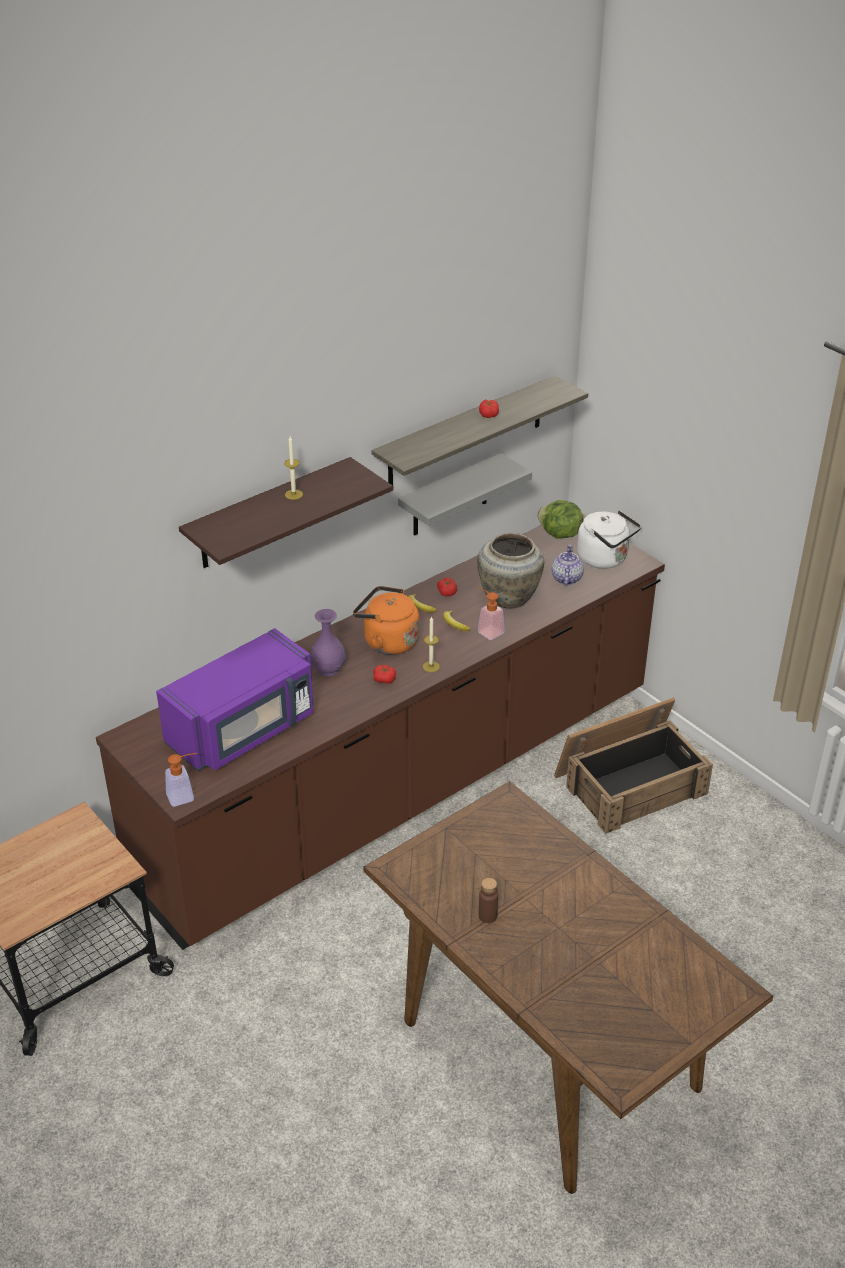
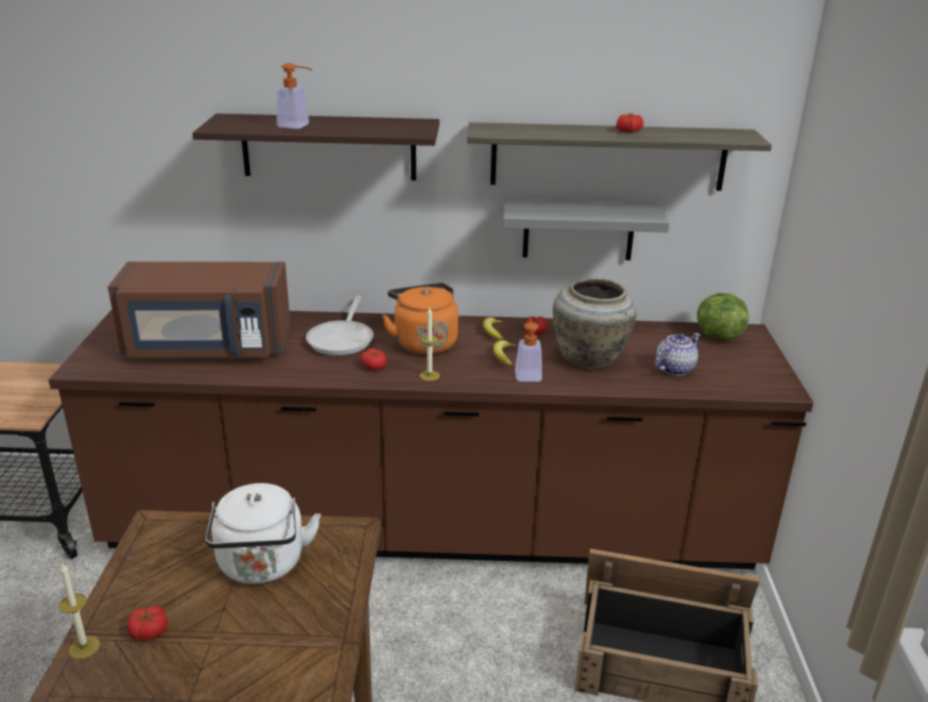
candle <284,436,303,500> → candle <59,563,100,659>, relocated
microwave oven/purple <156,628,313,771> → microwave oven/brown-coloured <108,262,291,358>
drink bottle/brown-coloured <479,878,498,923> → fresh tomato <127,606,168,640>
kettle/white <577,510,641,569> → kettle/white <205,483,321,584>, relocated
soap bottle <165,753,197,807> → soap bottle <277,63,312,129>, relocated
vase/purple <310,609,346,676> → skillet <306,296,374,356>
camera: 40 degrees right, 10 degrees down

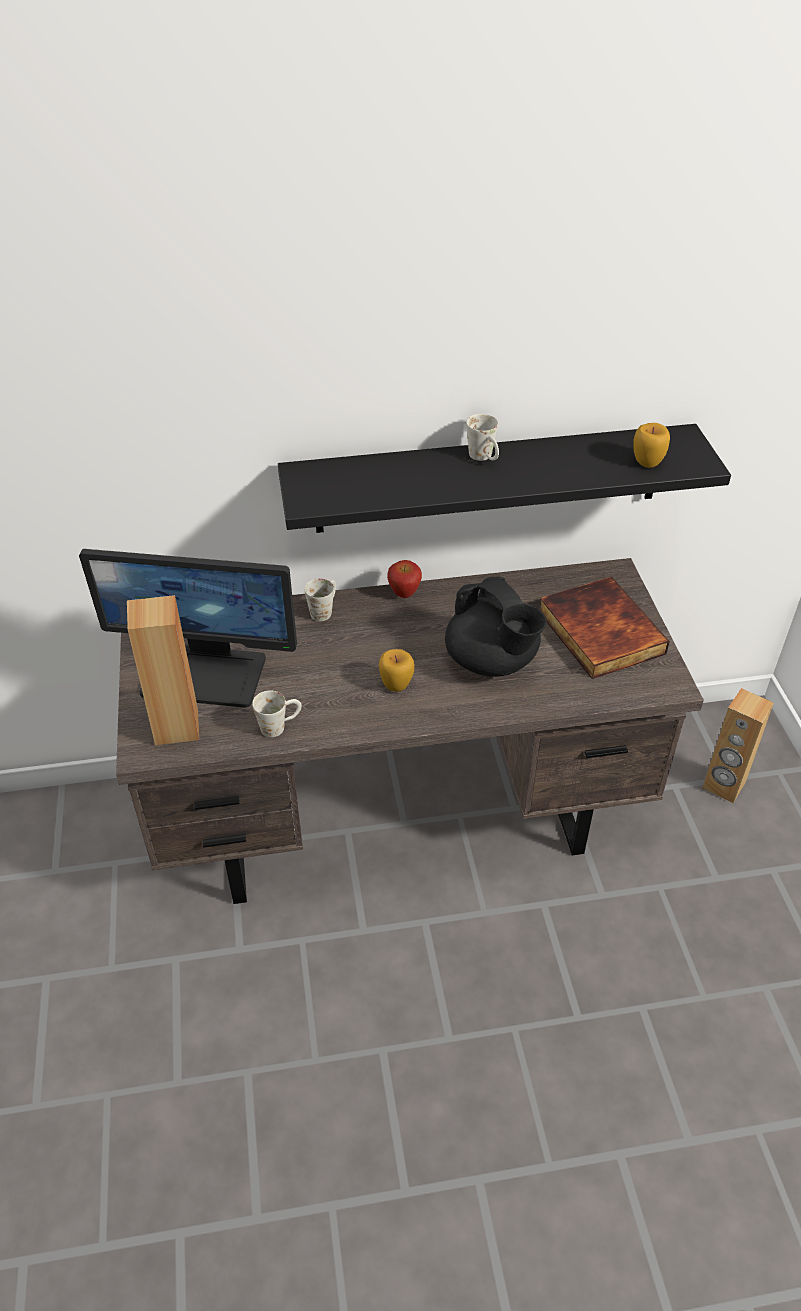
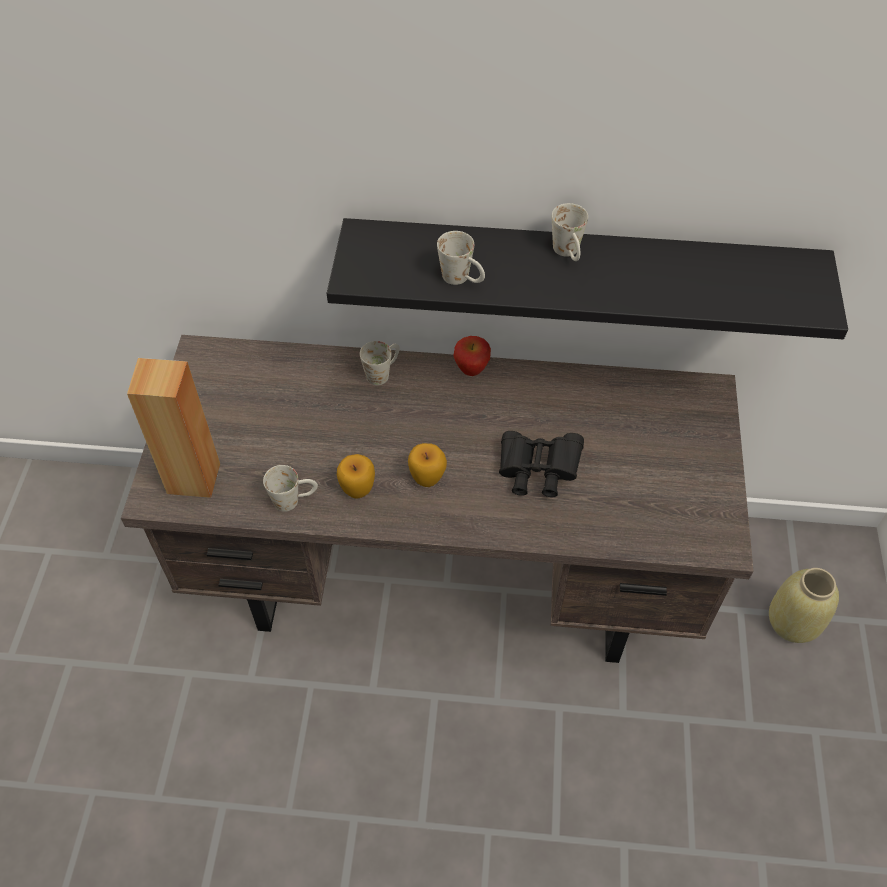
apple <633,423,670,468> → apple <337,454,375,498>, relocated
- → coffee mug/white <437,231,485,285>
tea pot/black <445,577,546,677> → binoculars/black <499,431,584,497>
speaker/brown-coloured <702,688,774,803> → vase/beige <769,568,839,643>
computer display <79,549,297,708> → -
bound book <540,577,670,679> → -
camera: 15 degrees right, 10 degrees up

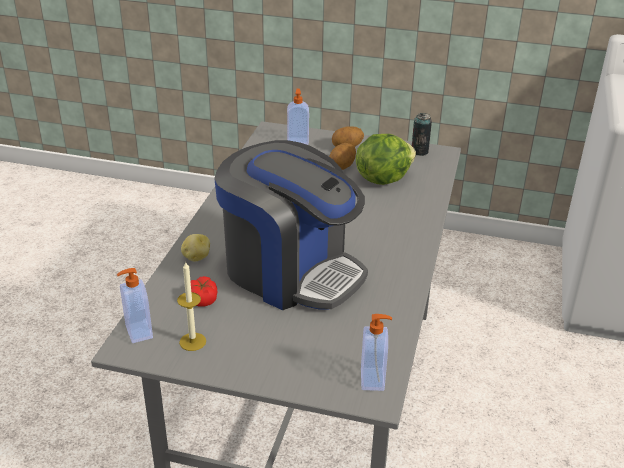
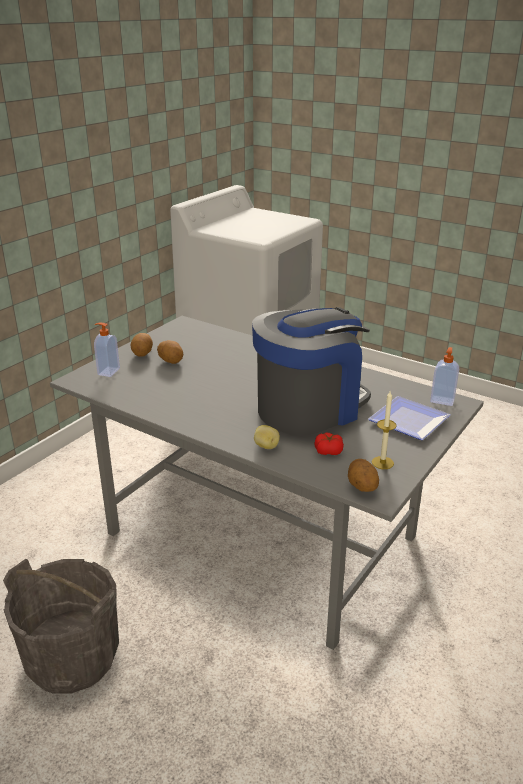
- → pail/greyish <3,559,119,693>
soap bottle <117,268,153,343> → spud <348,459,379,492>
- → dinner plate <368,396,451,440>
lettuce <356,134,416,185> → -
sealed can <412,113,432,156> → -
camera: 70 degrees left, 5 degrees down

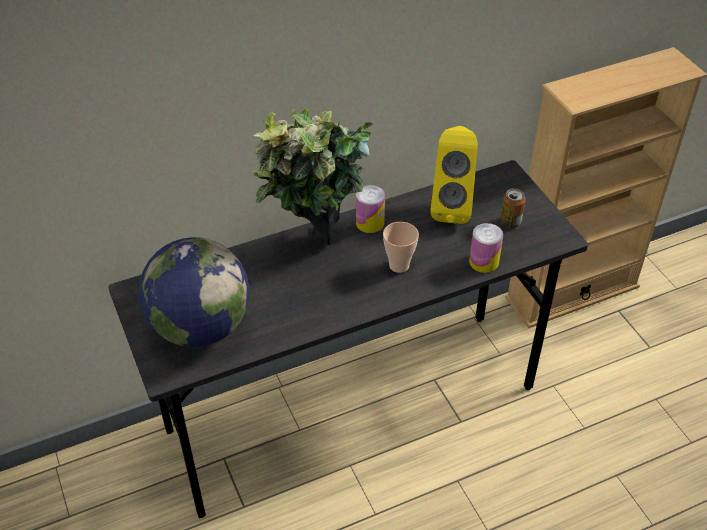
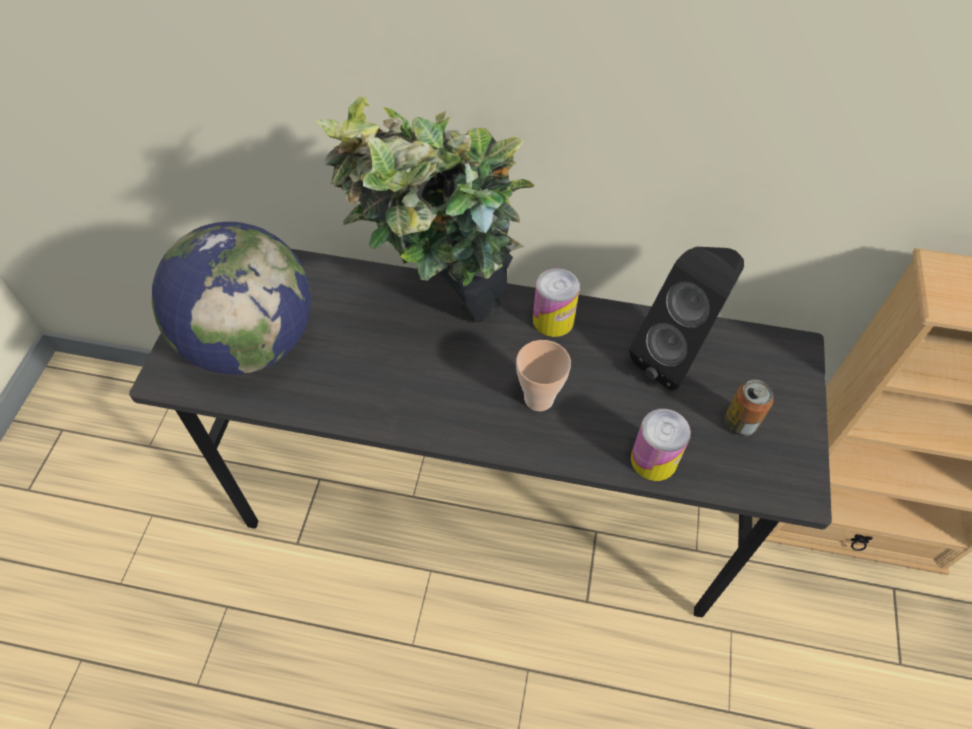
speaker/yellowish <431,126,478,224> → speaker/black <629,247,744,390>
camera: 35 degrees right, 10 degrees up

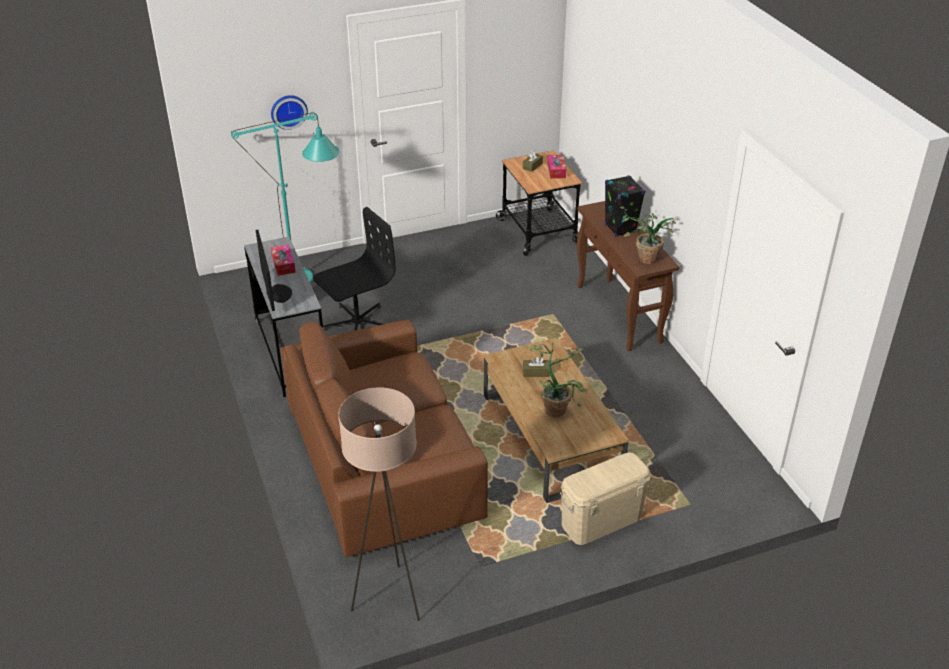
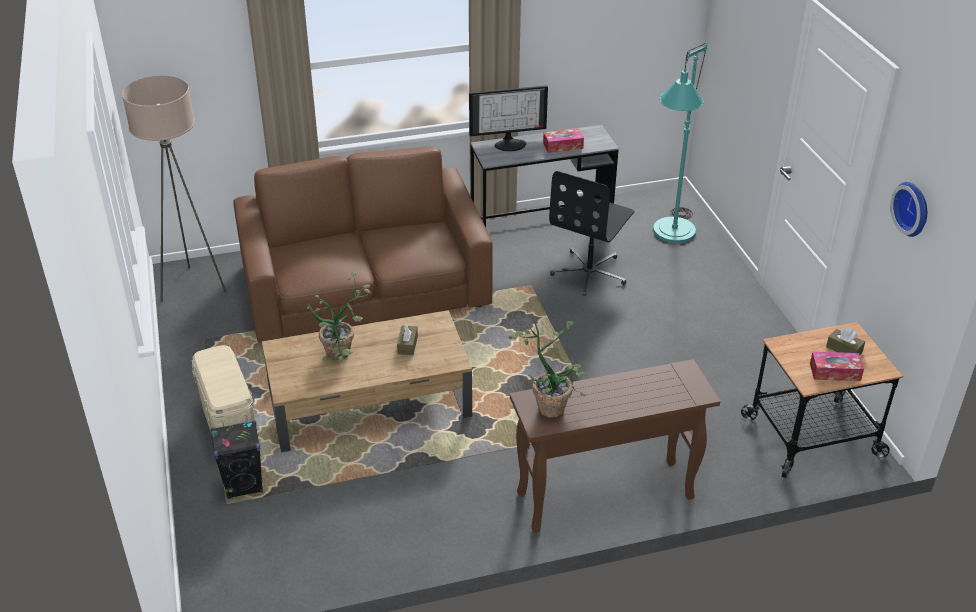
speaker/black <604,175,645,237> → speaker/black <211,420,263,499>, relocated
computer chair/black <314,207,396,331> → computer chair/black <549,171,634,296>, 60 degrees clockwise
wall clock <271,95,308,130> → wall clock <890,182,927,237>, relocated
camera: 95 degrees right, 0 degrees up

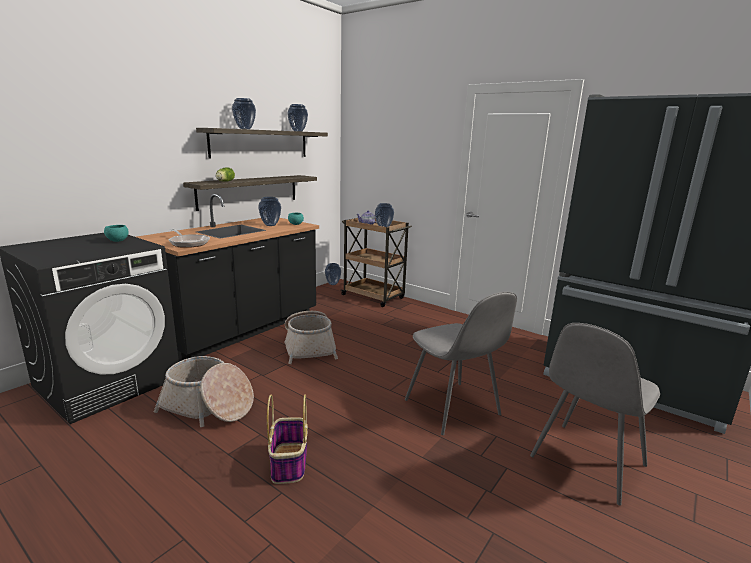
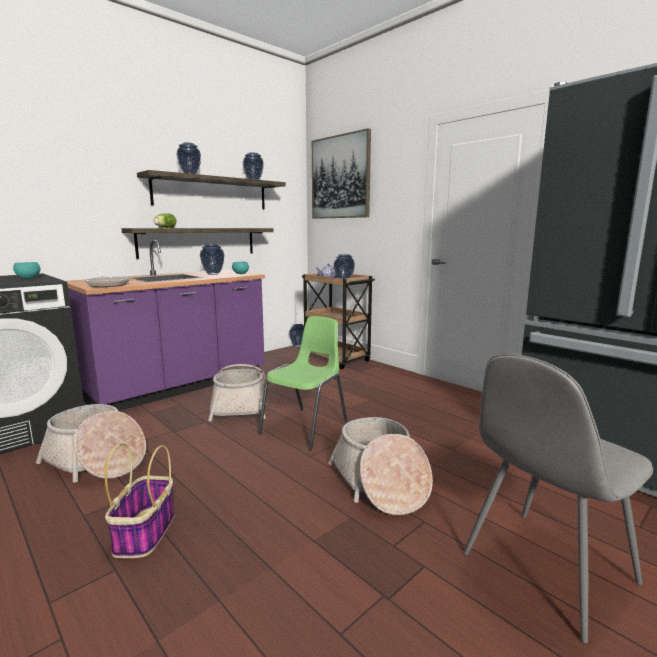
kitchen counter/black <137,194,319,362> → kitchen counter/purple <66,240,265,411>
- → upright chair/green <258,316,347,450>
- → picture <312,128,371,219>
upright chair/greyish <405,292,517,435> → household basket <328,417,433,515>
camera: 10 degrees right, 5 degrees down

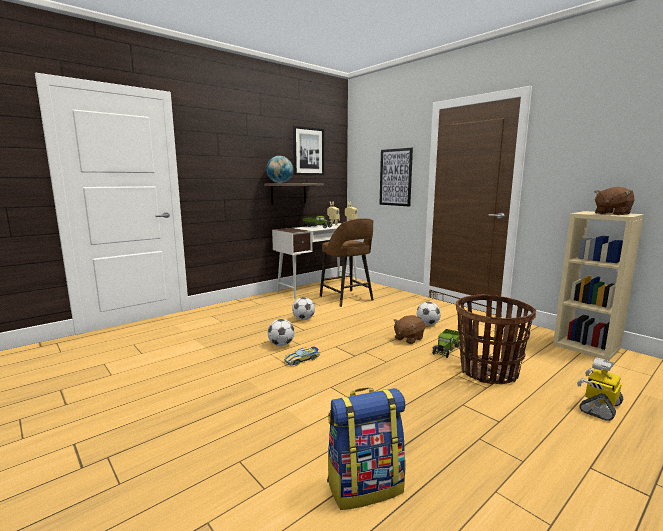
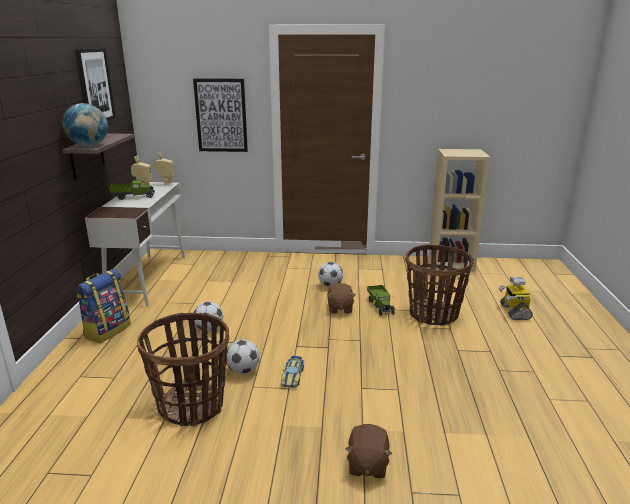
knapsack <327,387,406,510> → knapsack <77,269,131,343>, relocated
- → household basket <137,313,229,426>
cuddly toy/brown-coloured <595,187,635,215> → cuddly toy/brown-coloured <345,424,392,479>, relocated
stool/brown-coloured <320,218,374,307> → -
camera: 45 degrees left, 10 degrees up

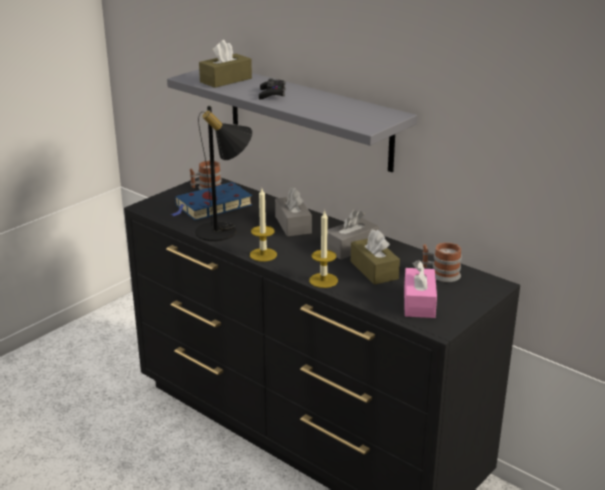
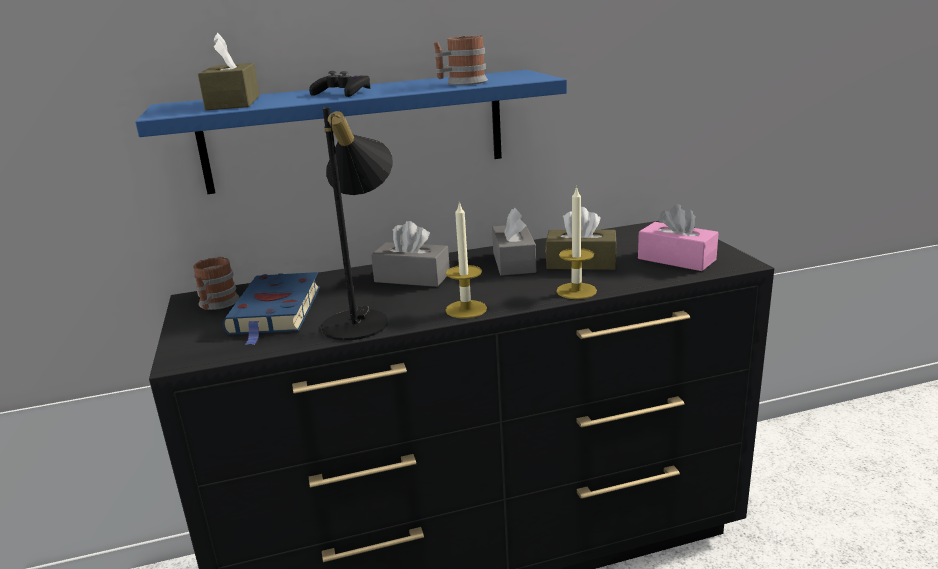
wall shelf/greyish <167,69,417,172> → wall shelf/blue-coloured <135,70,567,194>
coffee mug <422,242,462,282> → coffee mug <434,35,488,85>, relocated
camera: 55 degrees left, 5 degrees down

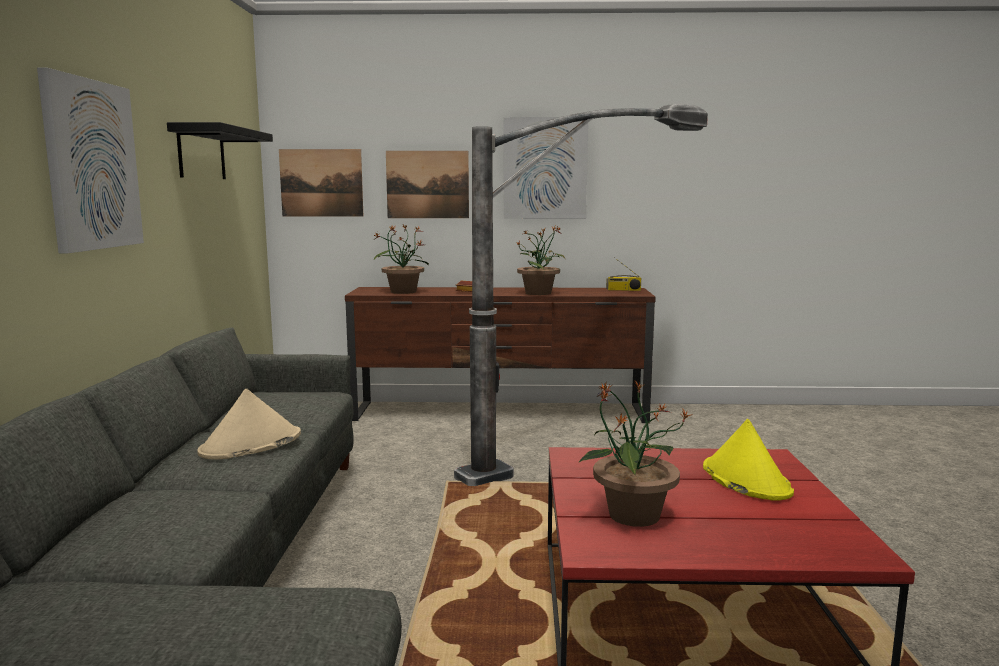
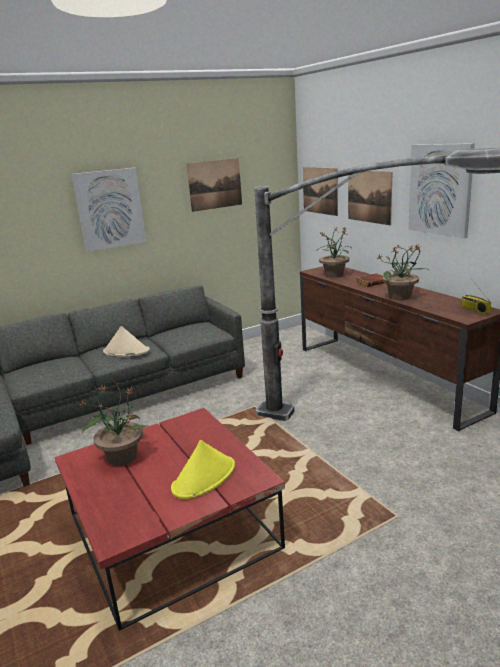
wall shelf/black <167,122,273,179> → picture <186,158,242,212>
camera: 60 degrees right, 10 degrees up

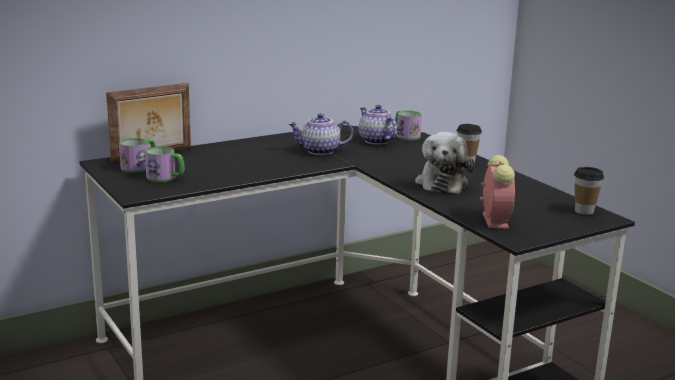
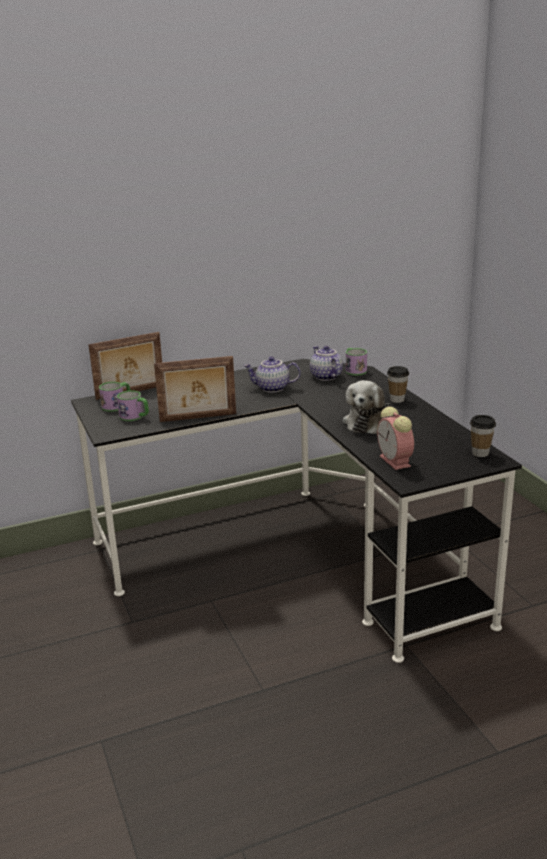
- → standing frame <154,356,236,422>
alarm clock <480,155,515,228> → alarm clock <377,407,414,470>, 150 degrees clockwise
camera: 10 degrees right, 5 degrees up

